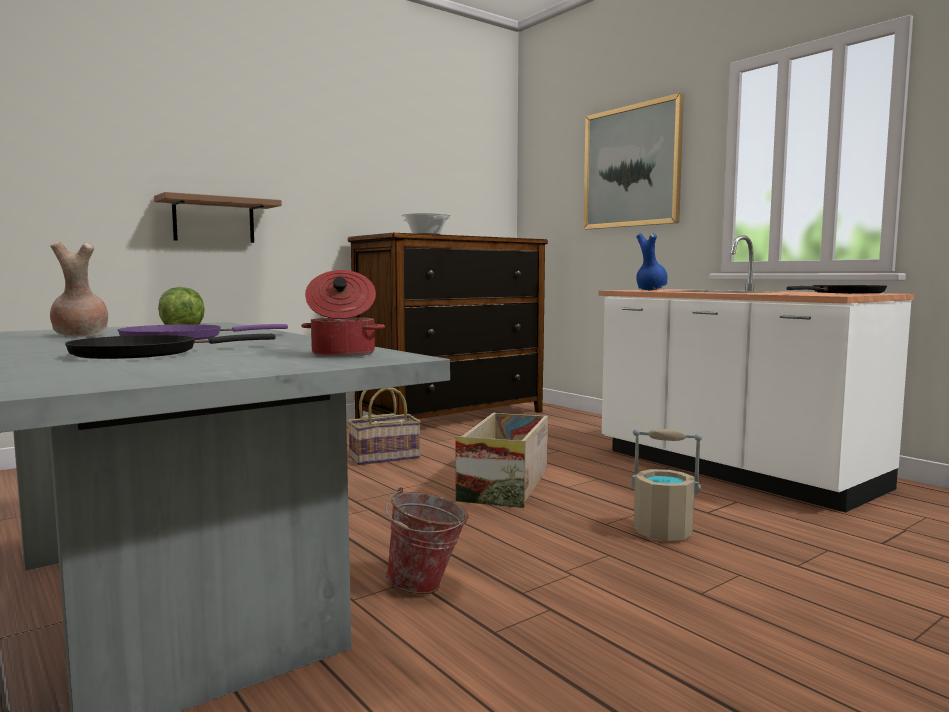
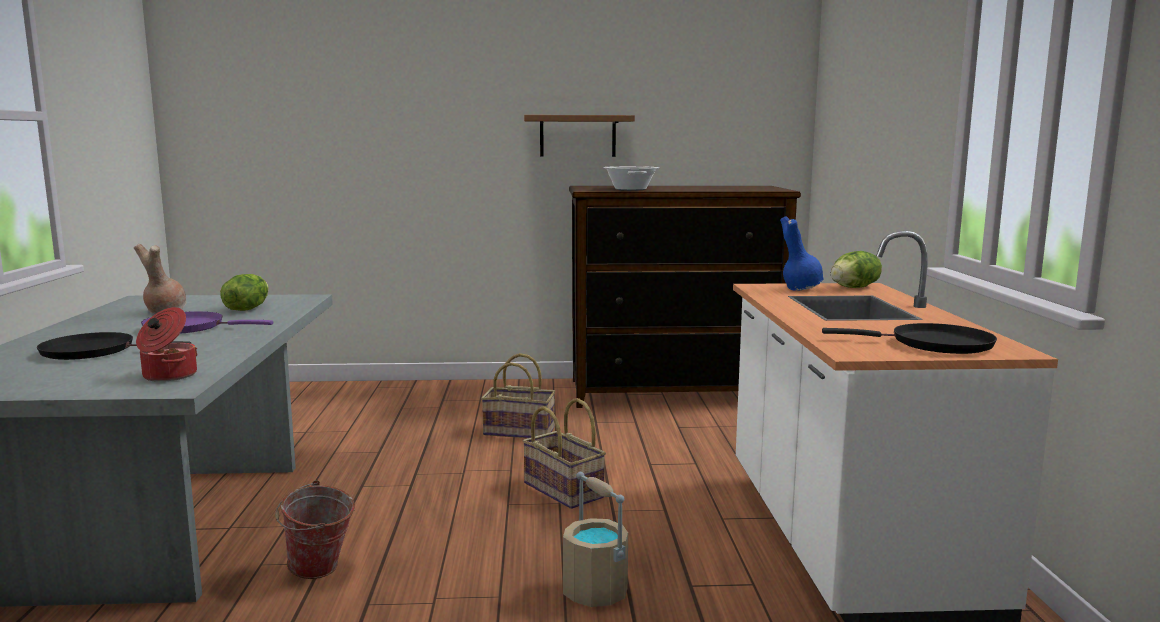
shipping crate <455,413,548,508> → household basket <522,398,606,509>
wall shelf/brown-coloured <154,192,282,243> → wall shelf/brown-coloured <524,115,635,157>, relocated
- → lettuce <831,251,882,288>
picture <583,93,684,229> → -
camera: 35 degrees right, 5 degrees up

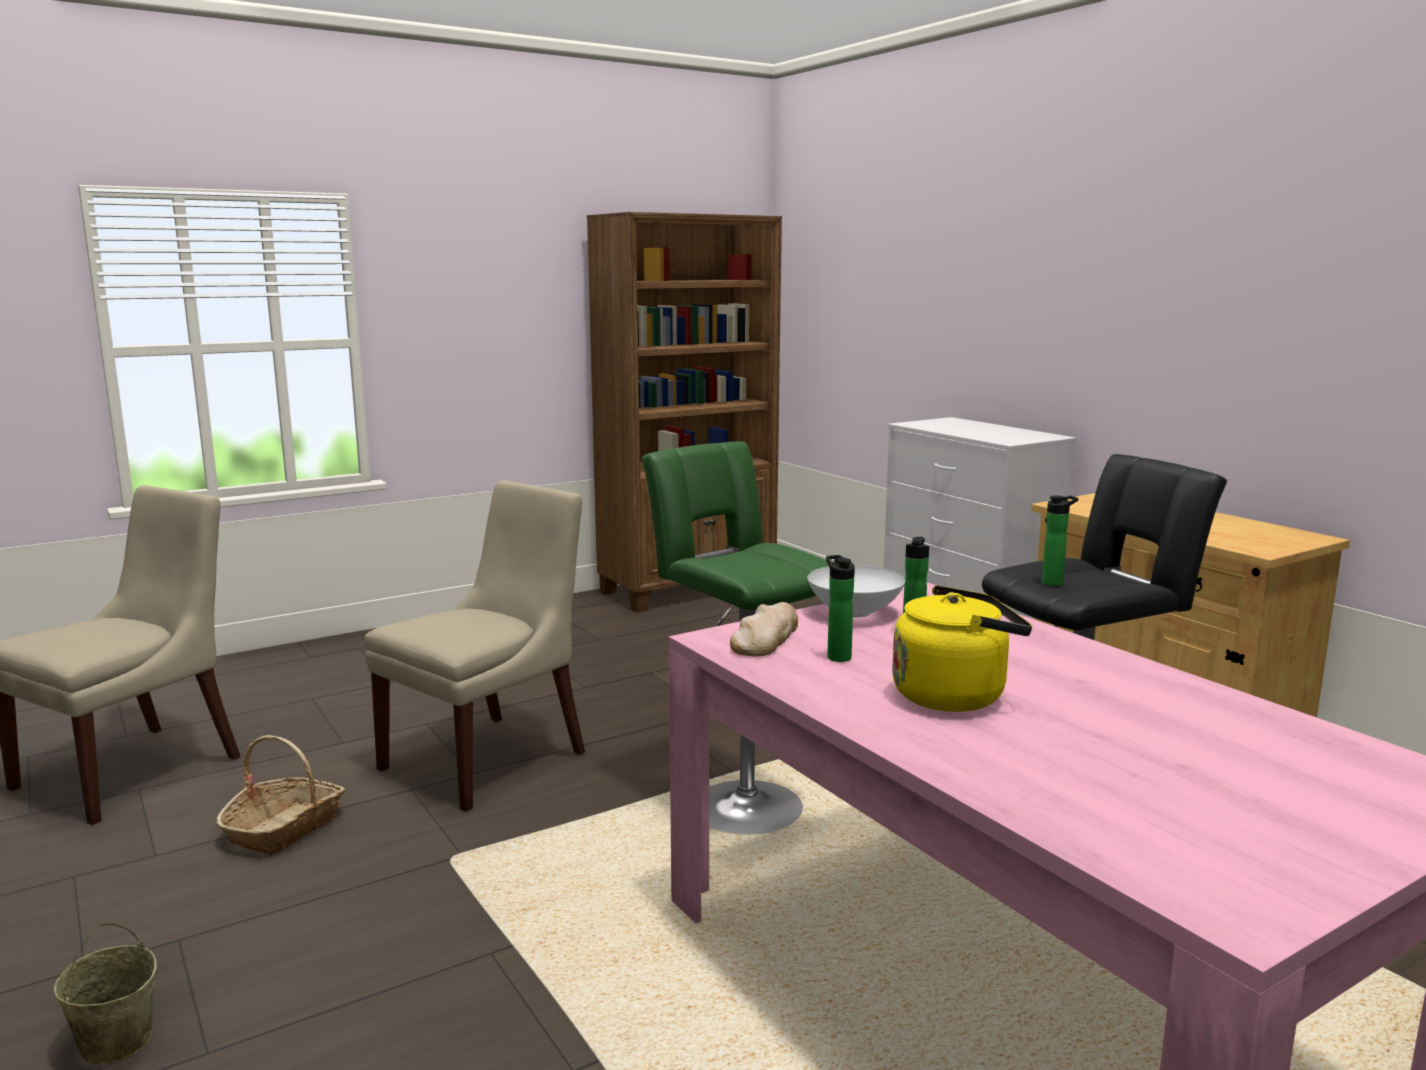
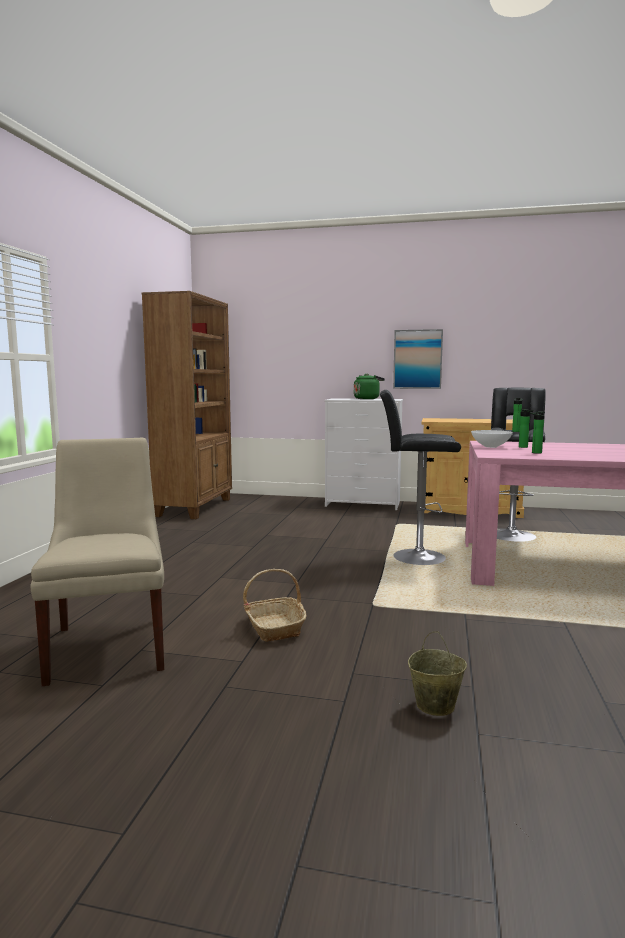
- → kettle/green <354,374,385,399>
stool/green <642,441,829,835> → stool/black <380,390,461,565>
- → picture <393,329,443,389>
upright chair/beige <364,480,585,812> → -
bakery bread <730,602,798,657> → -
kettle/yellowish <892,585,1032,712> → -
camera: 45 degrees left, 5 degrees down

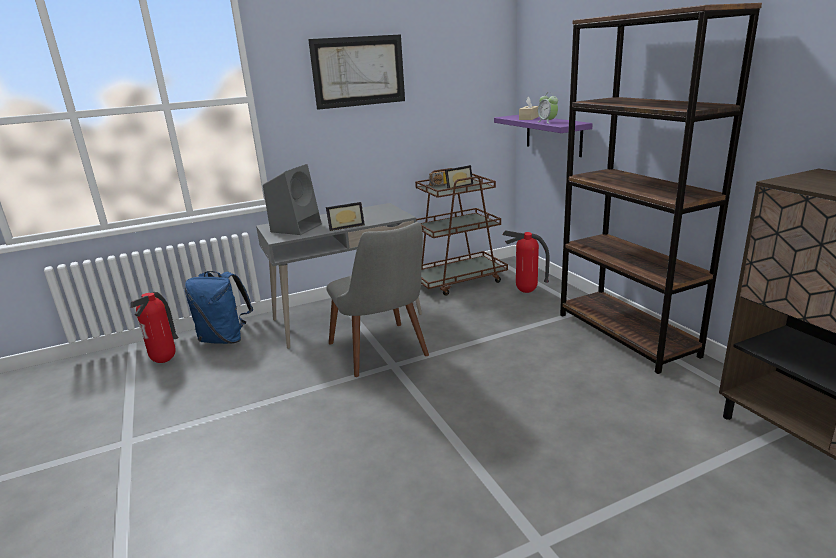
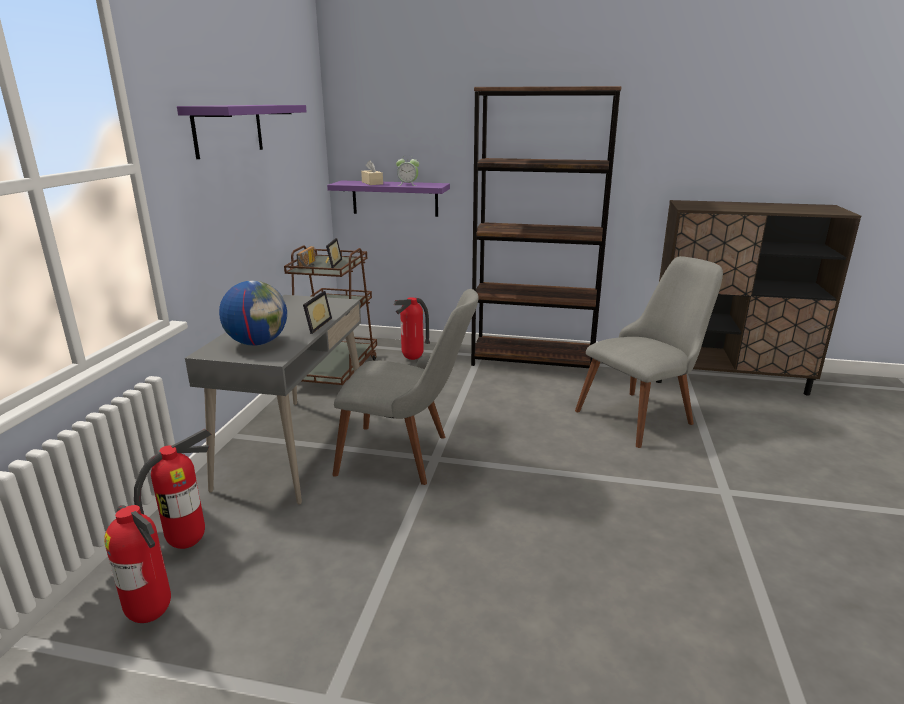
knapsack/blue-coloured <184,271,253,344> → fire-fighting cylinder <134,429,212,549>
picture <308,34,405,110> → wall shelf/purple <177,105,307,159>
speaker/greyish <263,164,322,235> → world globe <219,281,287,346>
- → upright chair/greyish <575,256,723,448>
camera: 55 degrees left, 0 degrees up

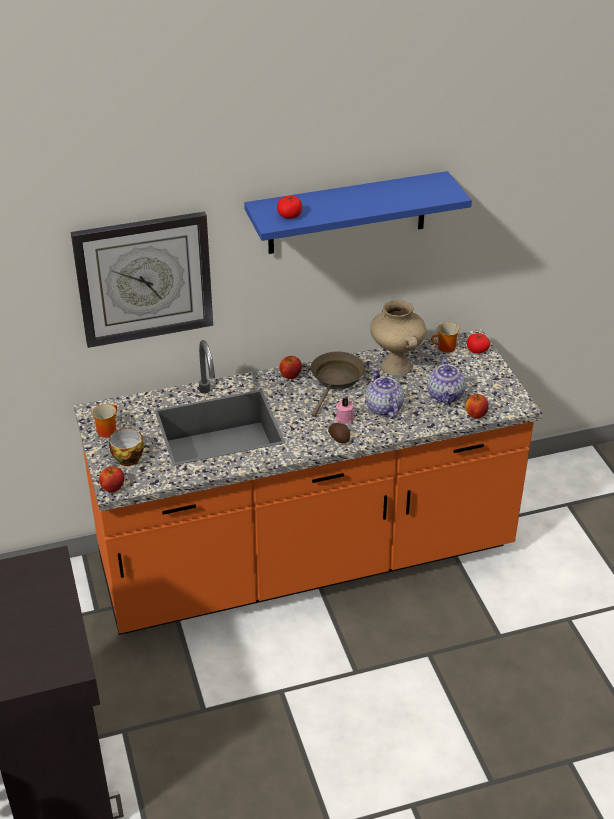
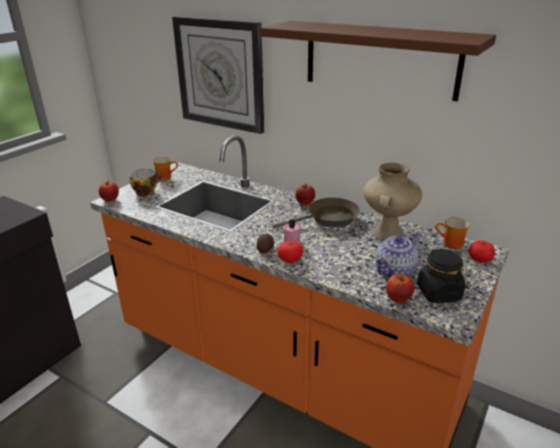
wall shelf/blue-coloured <244,171,472,254> → wall shelf/brown-coloured <259,21,496,101>
fresh tomato <277,195,302,219> → fresh tomato <277,241,303,263>, relocated
- → jar/black <417,249,465,303>
tea pot <365,368,404,418> → -
camera: 50 degrees right, 10 degrees down

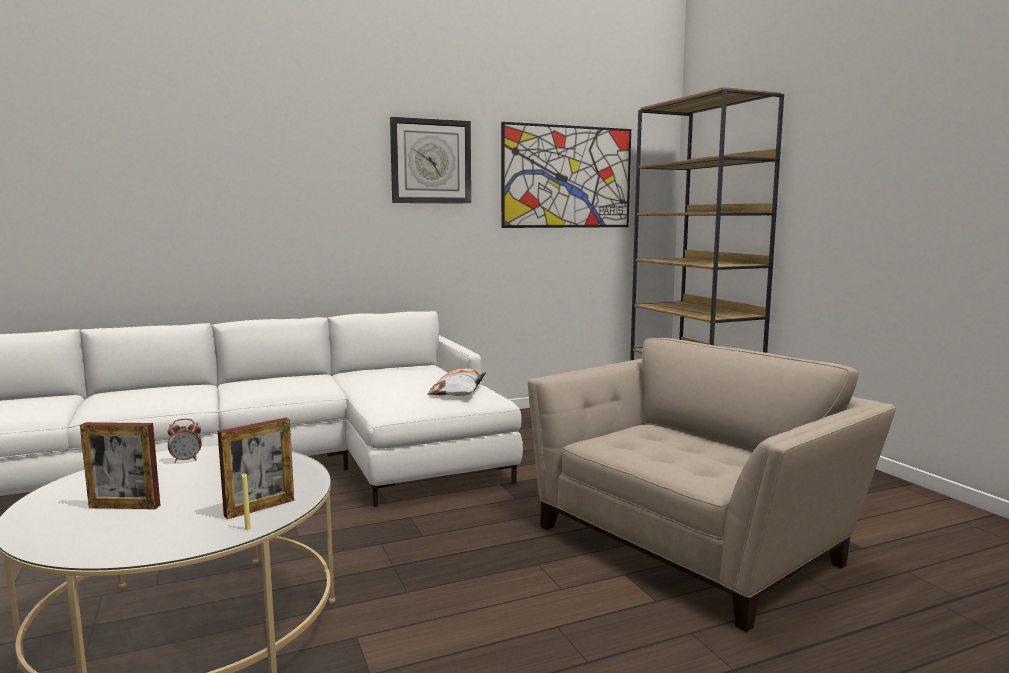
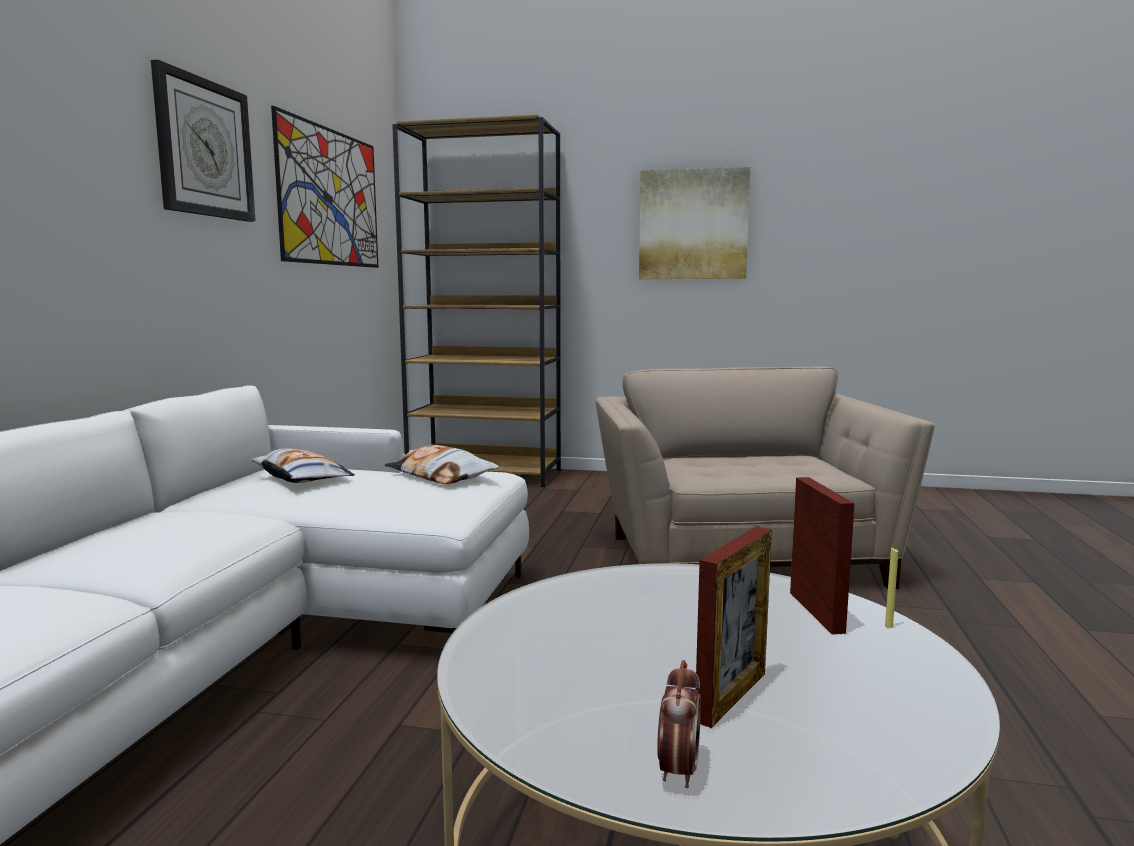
- → throw pillow <251,449,355,483>
- → picture <639,167,750,279>
alarm clock <167,419,202,463> → alarm clock <657,660,701,788>, relocated
camera: 55 degrees left, 0 degrees up

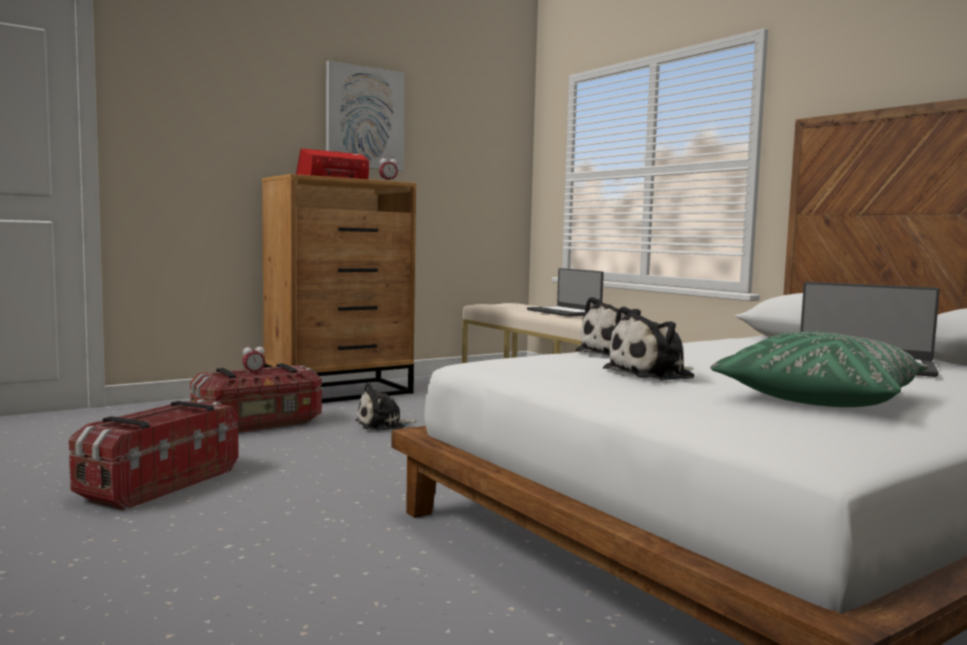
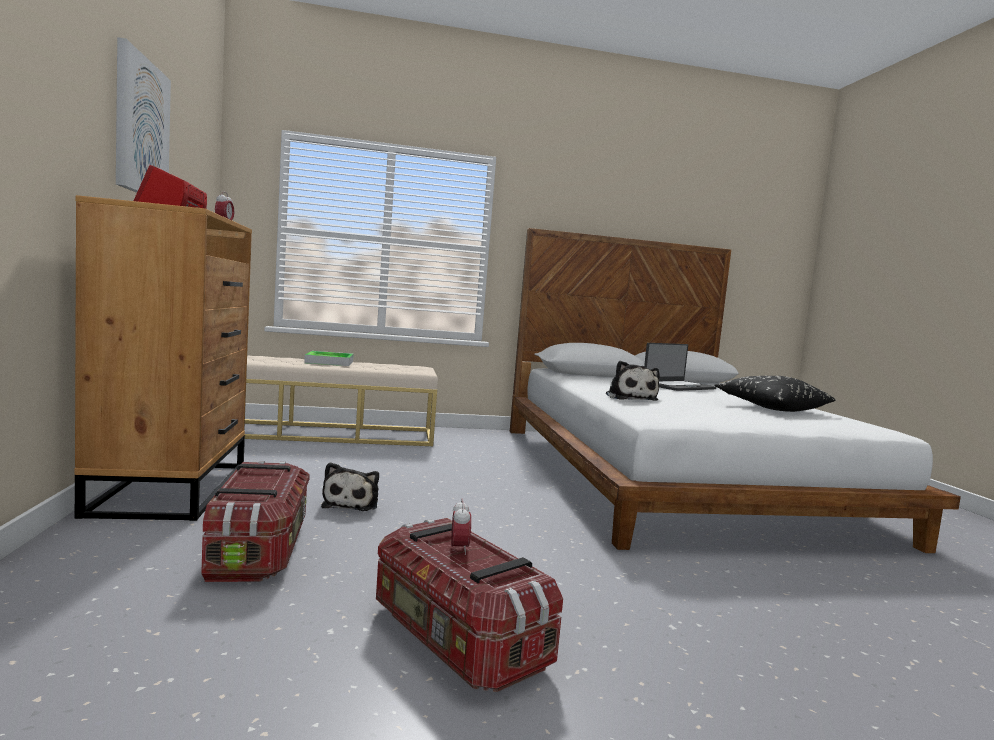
laptop <527,268,604,317> → serving tray <304,351,354,366>
alarm clock <242,343,266,375> → alarm clock <451,498,471,555>, relocated
throw pillow/green <710,332,929,407> → throw pillow/black <714,376,835,412>
cuddly toy <603,306,695,381> → -
camera: 65 degrees left, 0 degrees up

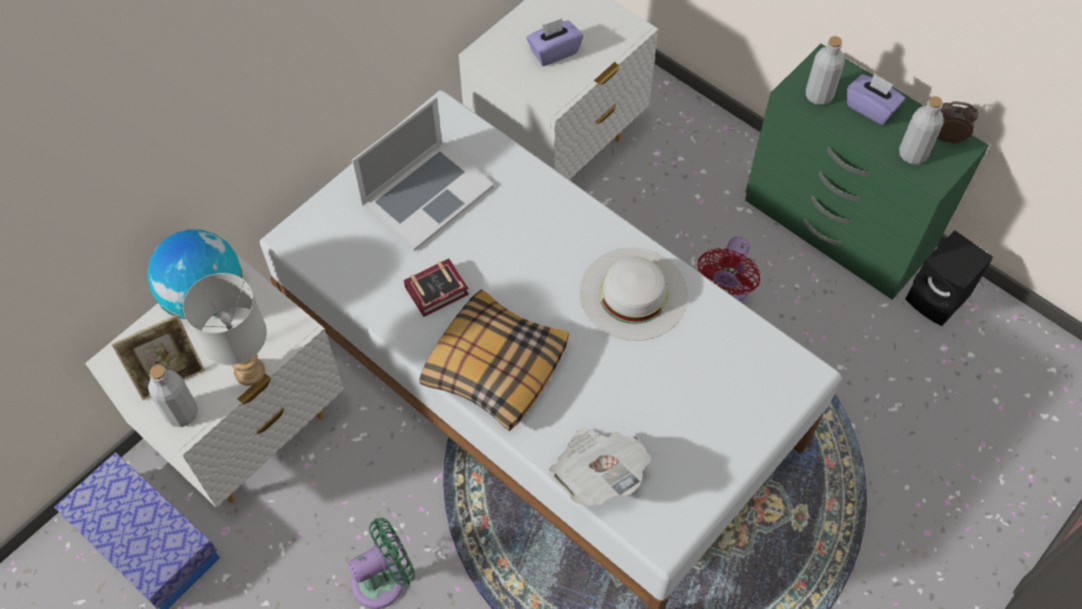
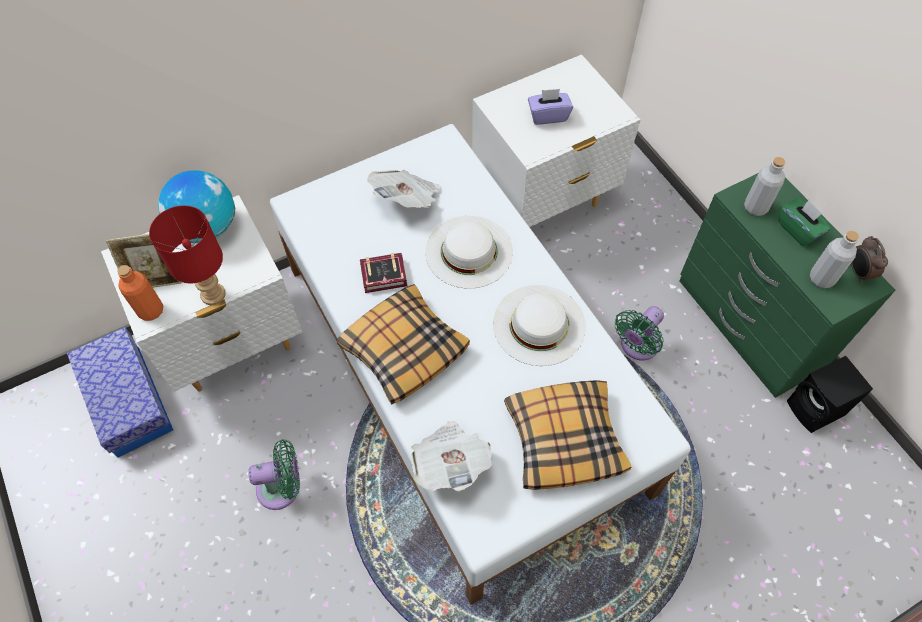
drink bottle/greyish <148,365,198,427> → drink bottle/orange-coloured <117,265,163,321>
lamp for a table/greyish <183,273,267,386> → lamp for a table/red <149,205,226,305>
laptop <352,97,494,251> → newspaper <367,170,441,208>
- → wearable hat/white <425,216,513,289>
- → throw pillow <504,380,632,490>
fan/red <698,236,760,301> → fan/green <615,306,664,360>
tissue box/purple <847,73,905,125> → tissue box/green <778,198,831,246>
alarm clock <936,102,978,144> → alarm clock <850,236,888,282>, 135 degrees counterclockwise
camera: 20 degrees right, 0 degrees up

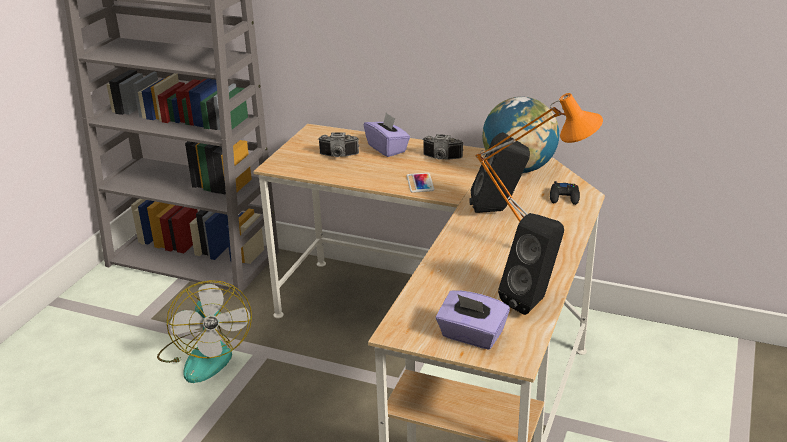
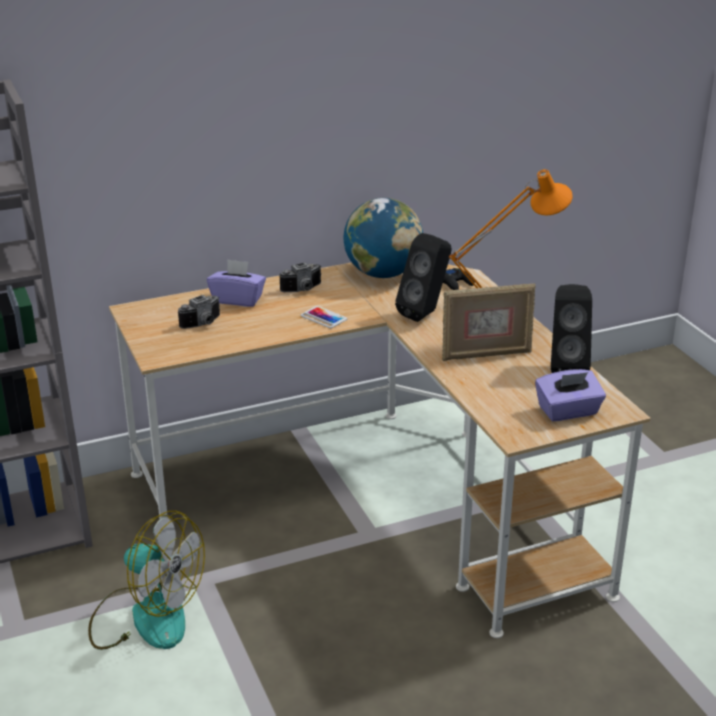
- → standing frame <442,283,535,361>
camera: 45 degrees left, 0 degrees up

